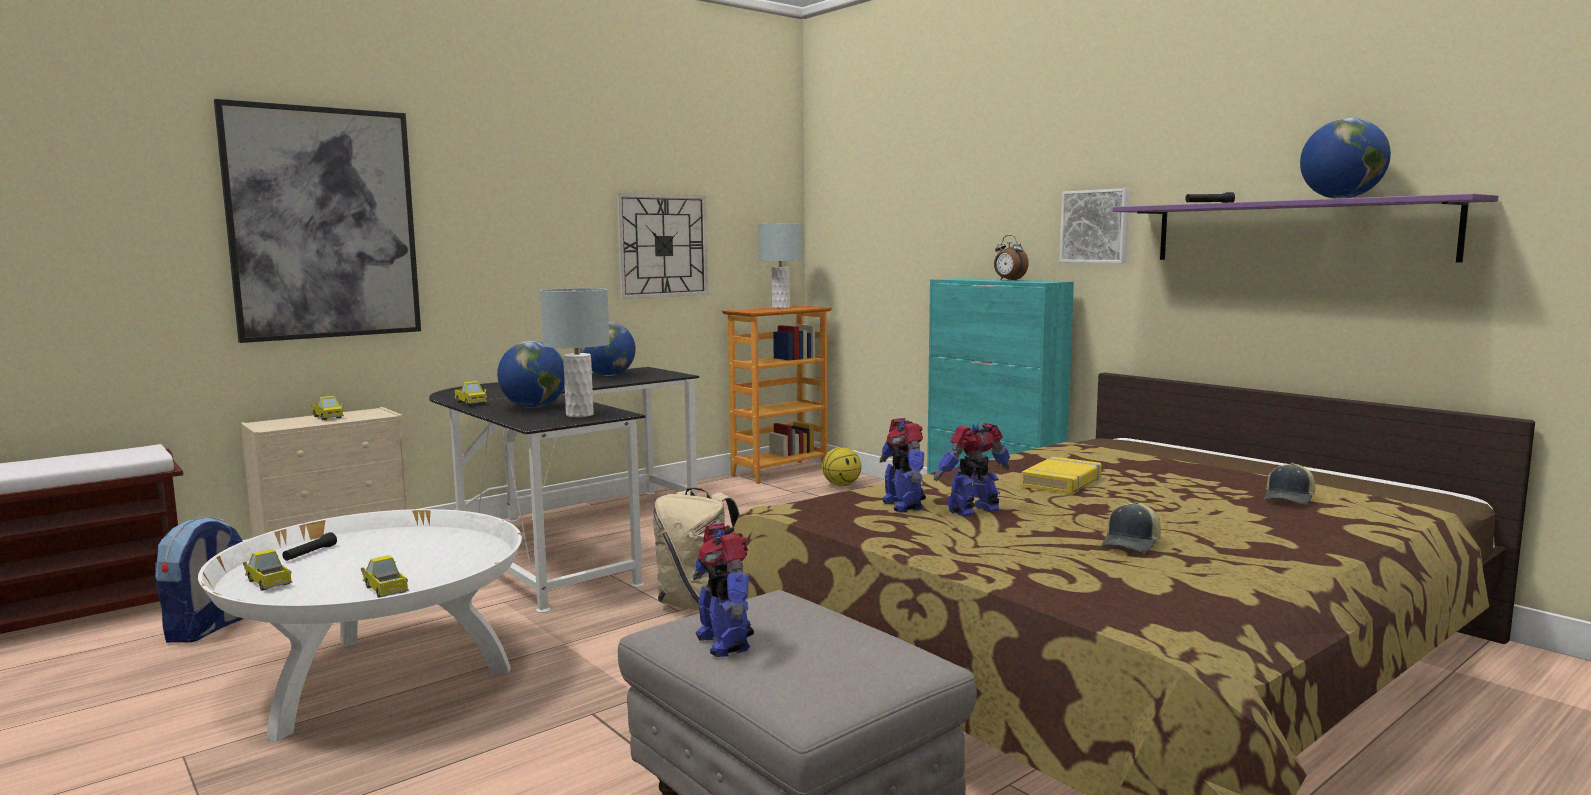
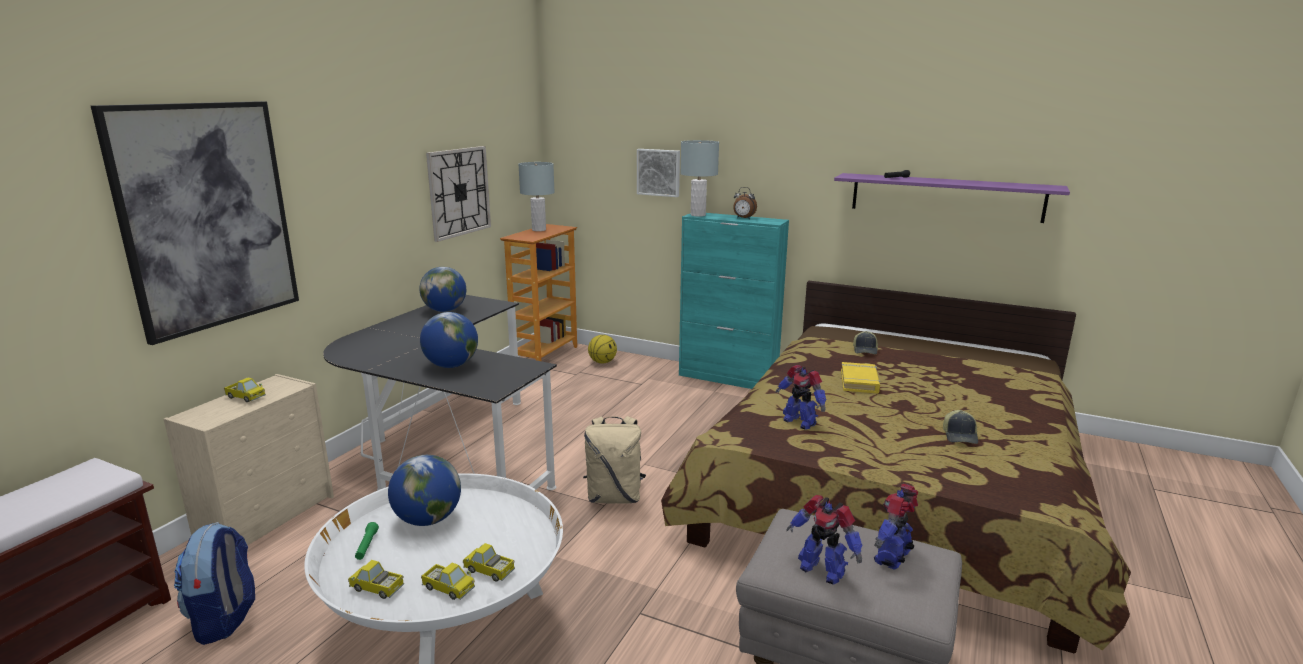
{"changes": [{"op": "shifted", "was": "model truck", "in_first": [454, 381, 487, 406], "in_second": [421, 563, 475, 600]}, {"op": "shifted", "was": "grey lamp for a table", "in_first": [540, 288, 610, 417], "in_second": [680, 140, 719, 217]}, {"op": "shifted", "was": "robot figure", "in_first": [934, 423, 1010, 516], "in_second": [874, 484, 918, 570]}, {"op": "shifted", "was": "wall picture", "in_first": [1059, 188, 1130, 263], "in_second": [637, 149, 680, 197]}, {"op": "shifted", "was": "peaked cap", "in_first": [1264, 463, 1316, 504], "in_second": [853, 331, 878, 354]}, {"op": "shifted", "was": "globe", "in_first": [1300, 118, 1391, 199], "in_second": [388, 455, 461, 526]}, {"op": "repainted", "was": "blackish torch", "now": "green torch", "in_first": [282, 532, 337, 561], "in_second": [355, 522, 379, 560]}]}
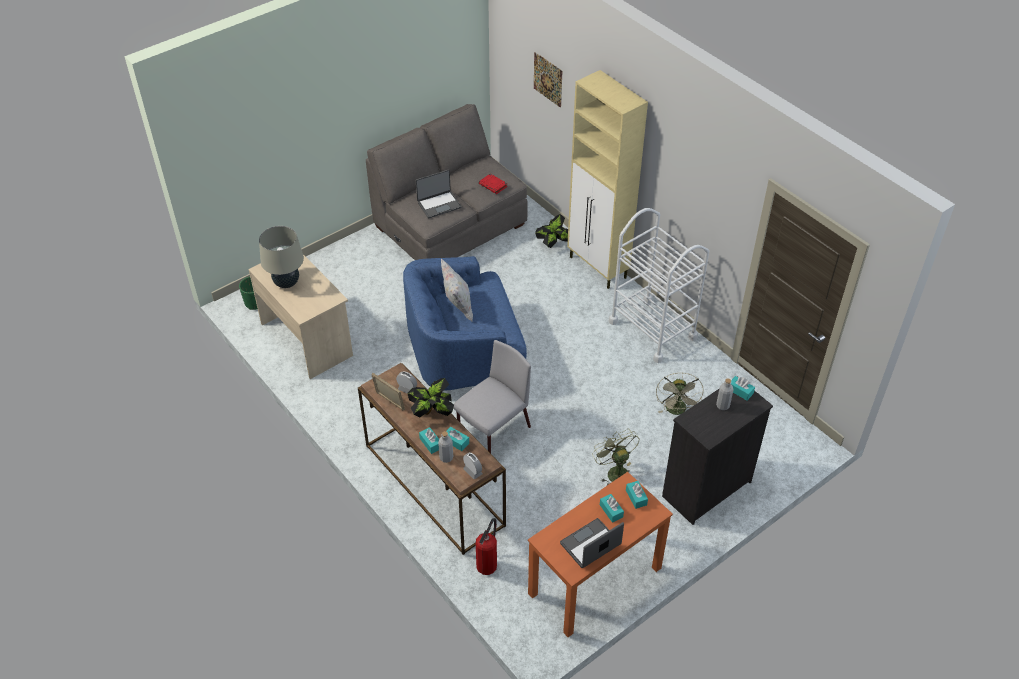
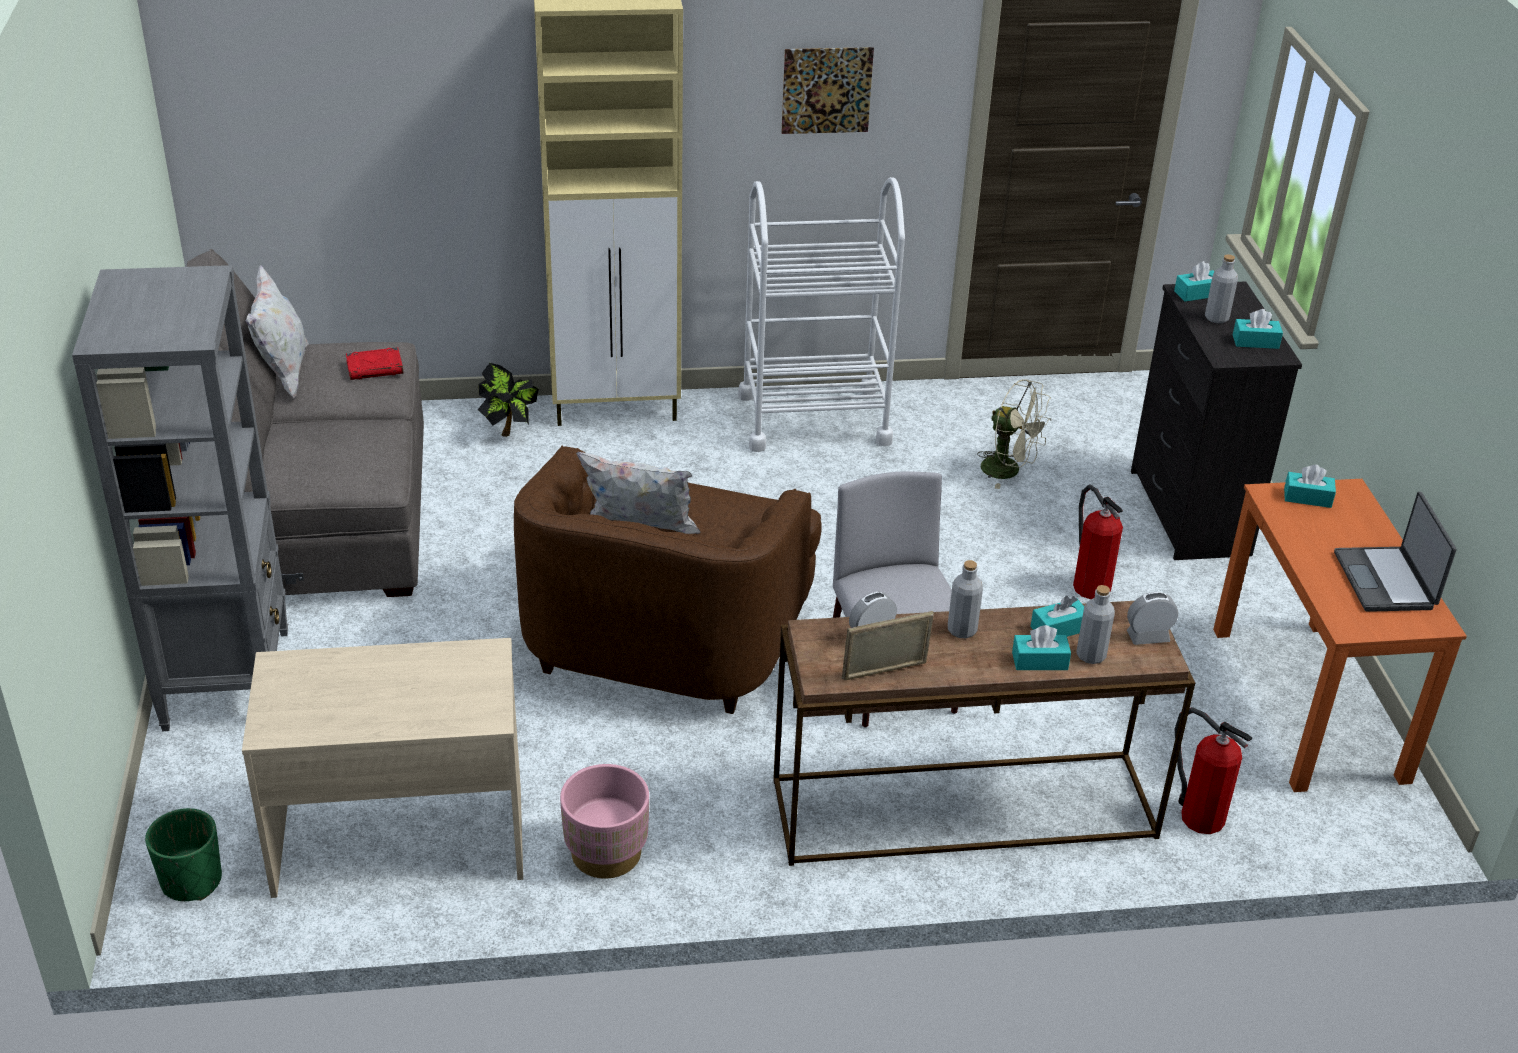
{"changes": [{"op": "gone", "was": "beige lamp for a table", "in_first": [259, 226, 304, 288]}, {"op": "gone", "was": "laptop", "in_first": [416, 170, 462, 218]}, {"op": "new", "now": "grey bookshelf", "in_second": [72, 265, 288, 731]}, {"op": "new", "now": "whitish cushion", "in_second": [246, 265, 309, 398]}, {"op": "new", "now": "pink flower pot", "in_second": [560, 764, 649, 879]}, {"op": "shifted", "was": "wall picture", "in_first": [534, 52, 562, 107], "in_second": [782, 47, 874, 134]}, {"op": "shifted", "was": "turquoise tissue box", "in_first": [600, 494, 624, 523], "in_second": [1233, 309, 1283, 349]}, {"op": "swapped", "was": "houseplant", "now": "grey drink bottle", "in_first": [407, 378, 454, 418], "in_second": [948, 560, 983, 638]}, {"op": "swapped", "was": "green cooling fan", "now": "extinguisher", "in_first": [592, 429, 639, 485], "in_second": [1073, 484, 1123, 599]}, {"op": "repainted", "was": "blue lounge chair", "now": "brown-coloured lounge chair", "in_first": [403, 256, 527, 391], "in_second": [514, 445, 821, 714]}]}
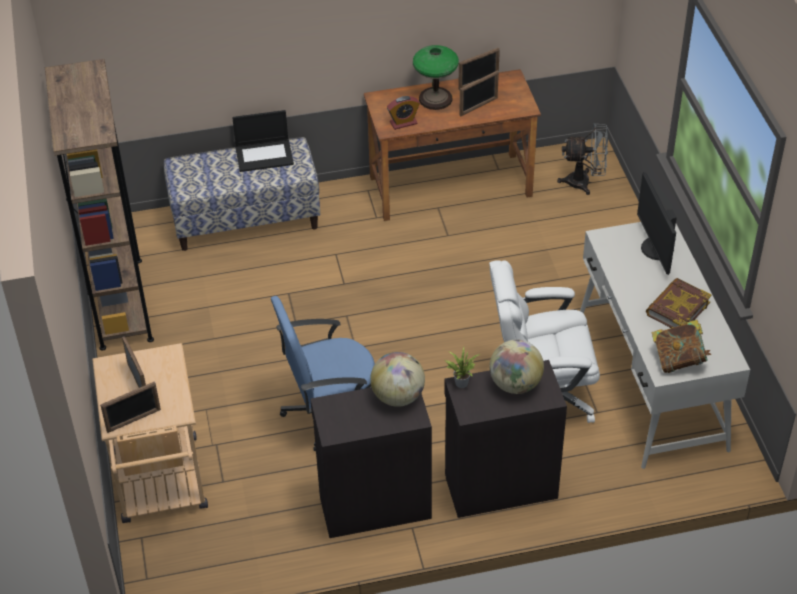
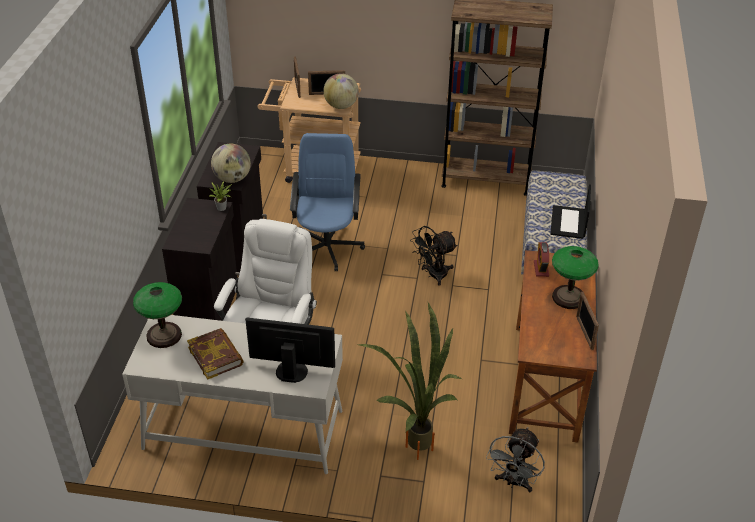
{"changes": [{"op": "gone", "was": "standing frame", "in_first": [459, 70, 499, 116]}, {"op": "new", "now": "houseplant", "in_second": [358, 303, 462, 460]}, {"op": "new", "now": "blackish cooling fan", "in_second": [410, 226, 458, 285]}, {"op": "shifted", "was": "globe", "in_first": [490, 340, 544, 394], "in_second": [323, 73, 359, 109]}, {"op": "swapped", "was": "bound book", "now": "lamp for a table", "in_first": [651, 320, 711, 373], "in_second": [133, 282, 182, 348]}]}
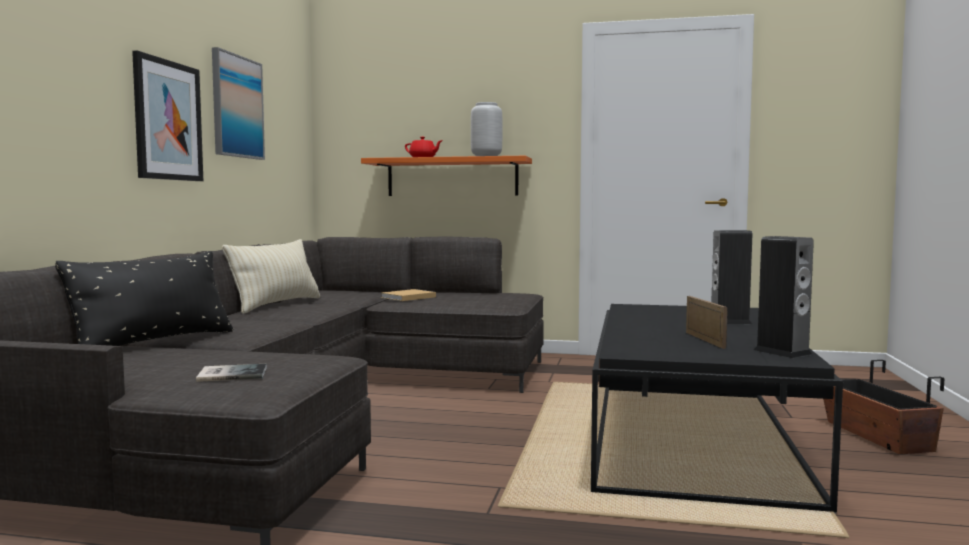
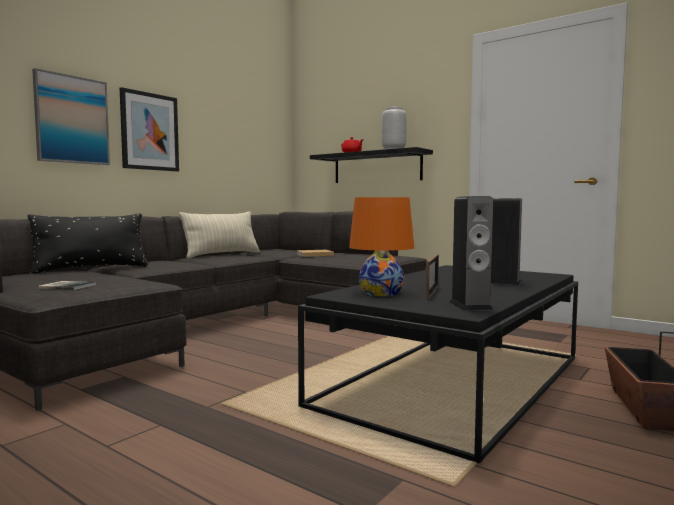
{"changes": [{"op": "new", "now": "orangey lamp for a table", "in_second": [349, 197, 414, 296]}, {"op": "shifted", "was": "wall picture", "in_first": [212, 47, 265, 160], "in_second": [32, 68, 110, 165]}, {"op": "repainted", "was": "orangey wall shelf", "now": "blackish wall shelf", "in_first": [361, 156, 532, 196], "in_second": [310, 147, 433, 183]}]}
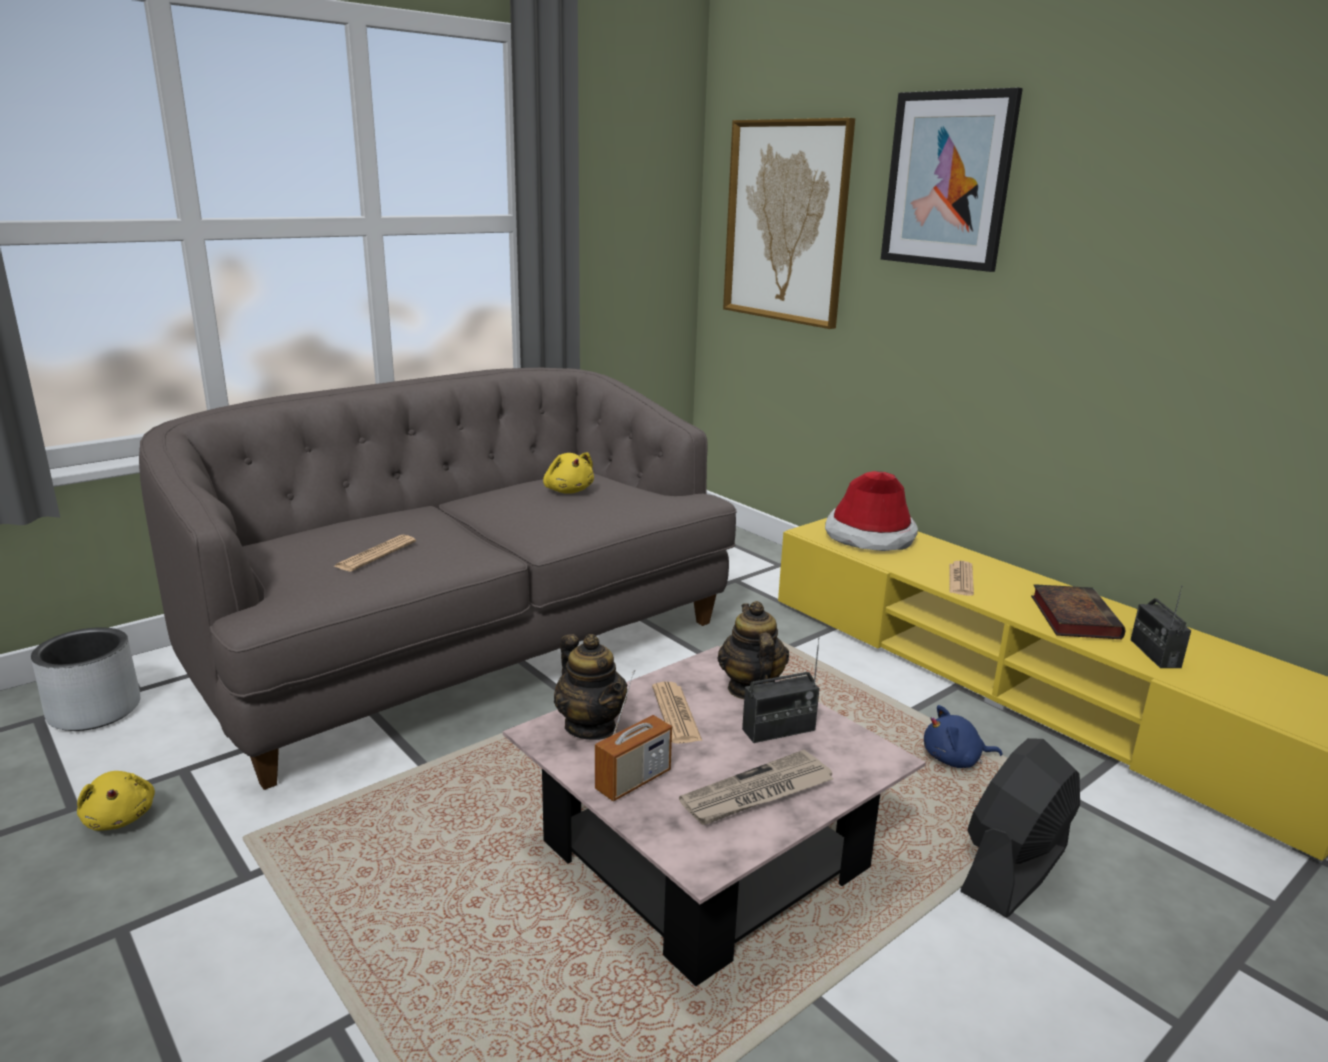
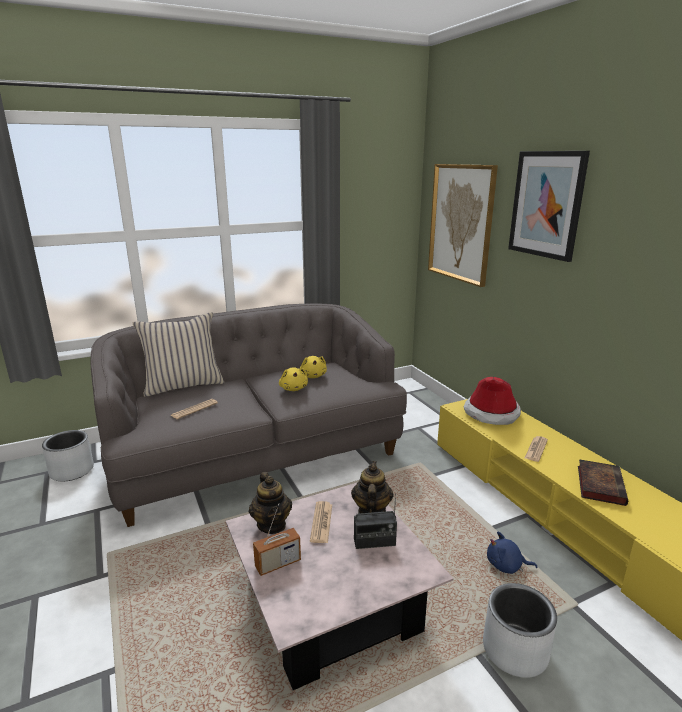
{"changes": [{"op": "gone", "was": "daily paper", "in_first": [679, 750, 833, 825]}, {"op": "gone", "was": "radio set", "in_first": [1131, 585, 1191, 668]}, {"op": "new", "now": "beige cushion", "in_second": [133, 312, 224, 397]}, {"op": "shifted", "was": "yellow plush toy", "in_first": [77, 771, 155, 831], "in_second": [279, 367, 308, 391]}, {"op": "swapped", "was": "blackish cooling fan", "now": "grey flower pot", "in_first": [960, 738, 1080, 918], "in_second": [483, 583, 557, 678]}]}
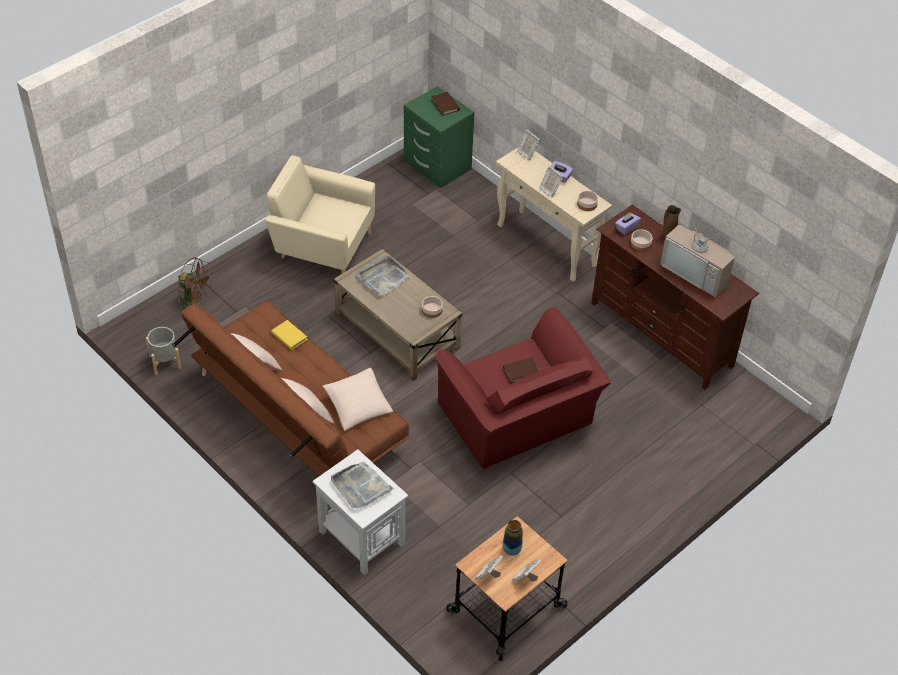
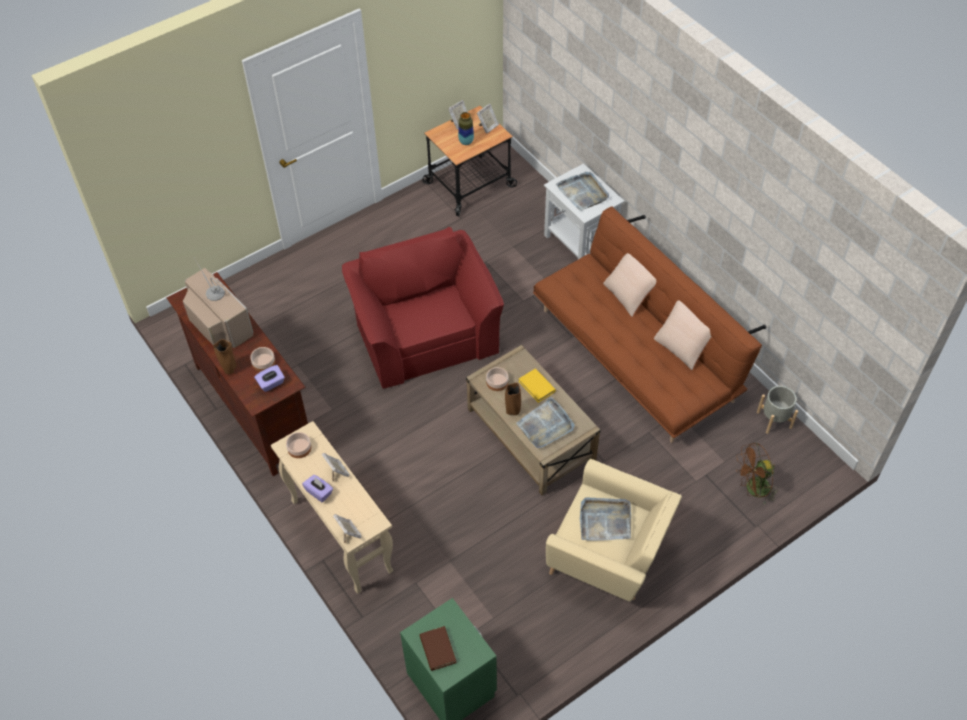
{"changes": [{"op": "gone", "was": "beige cushion", "in_first": [323, 368, 393, 431]}, {"op": "gone", "was": "brown-coloured bound book", "in_first": [503, 357, 540, 384]}, {"op": "new", "now": "brown-coloured decorative vase", "in_second": [505, 383, 521, 415]}, {"op": "new", "now": "grey serving tray", "in_second": [580, 498, 631, 541]}, {"op": "shifted", "was": "yellow bound book", "in_first": [271, 320, 307, 350], "in_second": [518, 368, 556, 403]}, {"op": "rotated", "was": "brown-coloured cooling fan", "in_first": [177, 257, 212, 310], "in_second": [736, 443, 779, 506], "clockwise": -45}]}
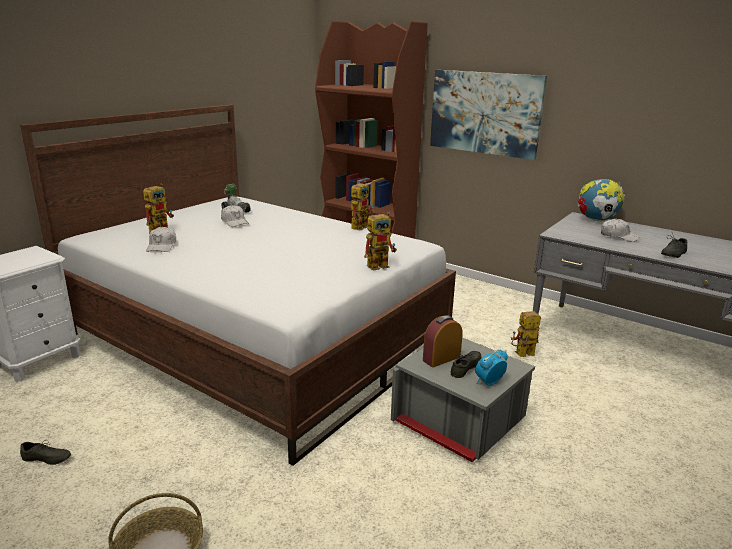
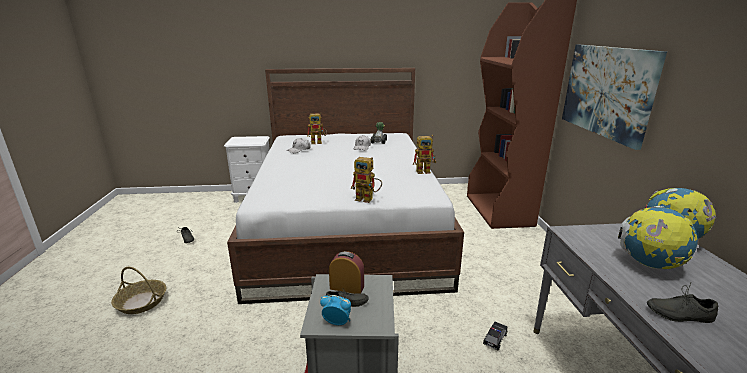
{"changes": [{"op": "swapped", "was": "robot figure", "now": "model car", "in_first": [511, 311, 541, 357], "in_second": [483, 322, 507, 351]}, {"op": "swapped", "was": "whitish peaked cap", "now": "globe", "in_first": [601, 219, 640, 242], "in_second": [618, 206, 698, 269]}]}
